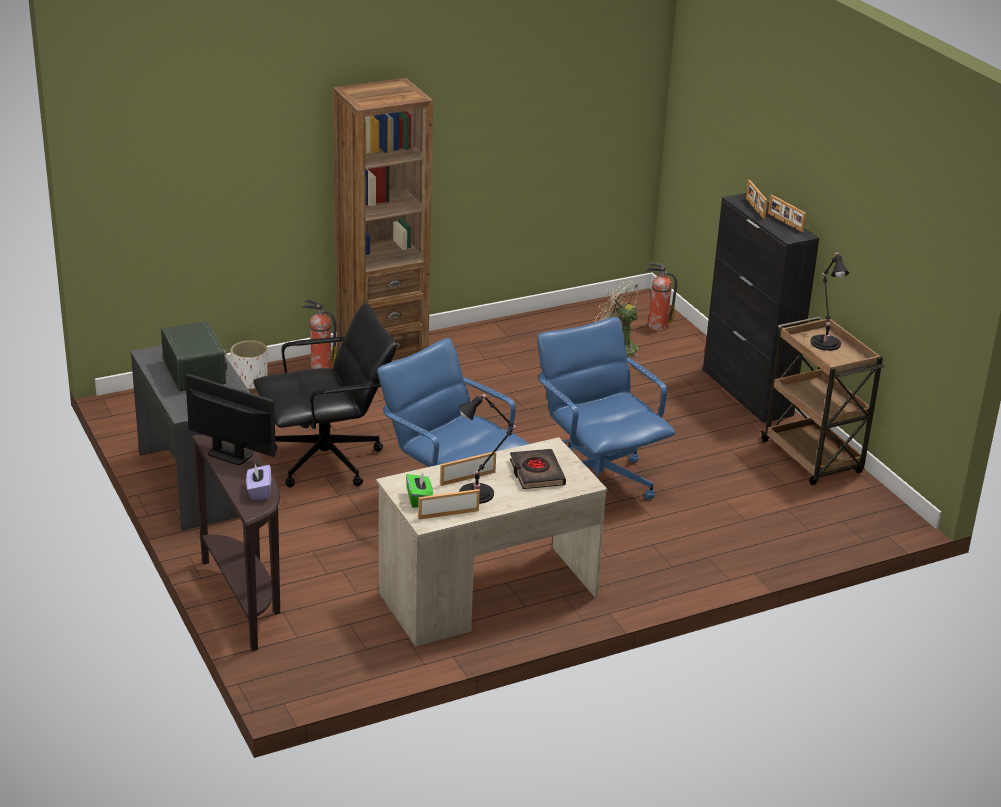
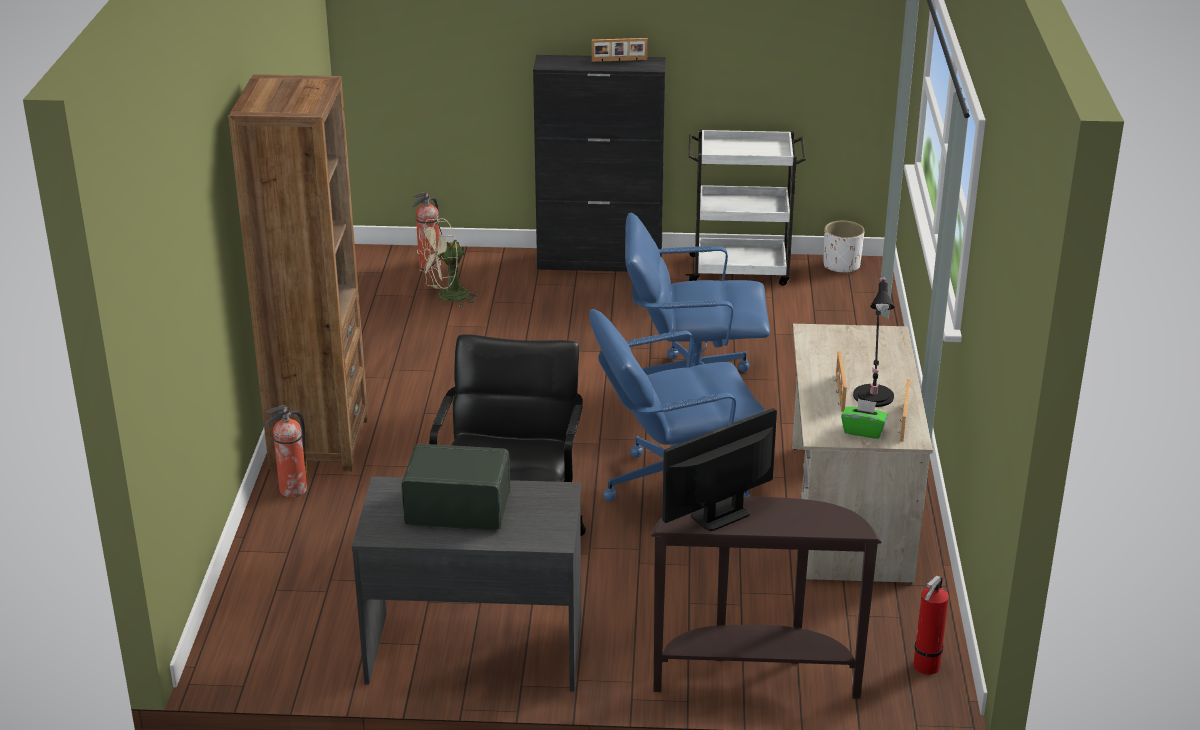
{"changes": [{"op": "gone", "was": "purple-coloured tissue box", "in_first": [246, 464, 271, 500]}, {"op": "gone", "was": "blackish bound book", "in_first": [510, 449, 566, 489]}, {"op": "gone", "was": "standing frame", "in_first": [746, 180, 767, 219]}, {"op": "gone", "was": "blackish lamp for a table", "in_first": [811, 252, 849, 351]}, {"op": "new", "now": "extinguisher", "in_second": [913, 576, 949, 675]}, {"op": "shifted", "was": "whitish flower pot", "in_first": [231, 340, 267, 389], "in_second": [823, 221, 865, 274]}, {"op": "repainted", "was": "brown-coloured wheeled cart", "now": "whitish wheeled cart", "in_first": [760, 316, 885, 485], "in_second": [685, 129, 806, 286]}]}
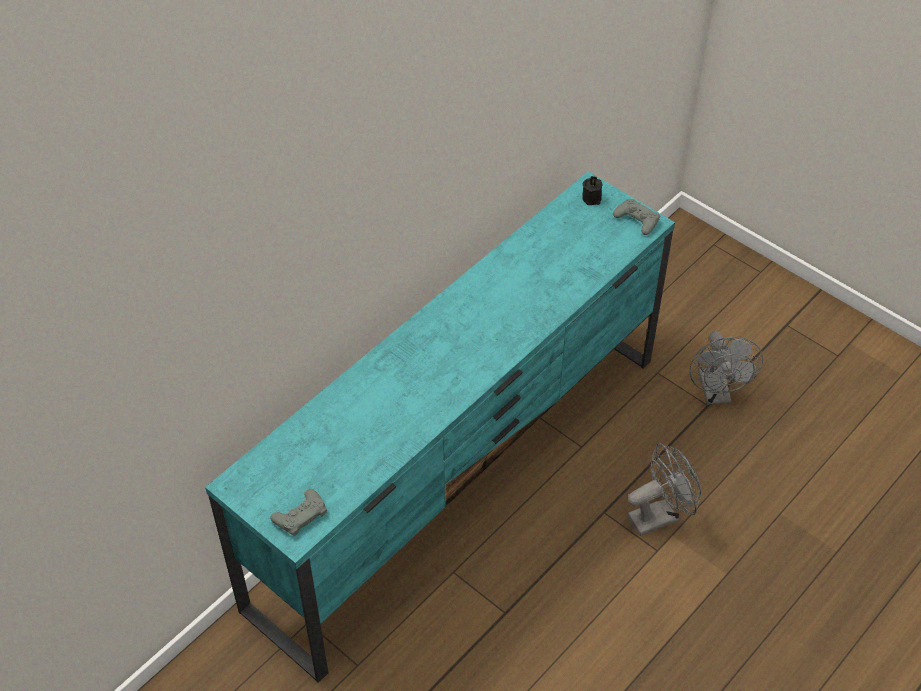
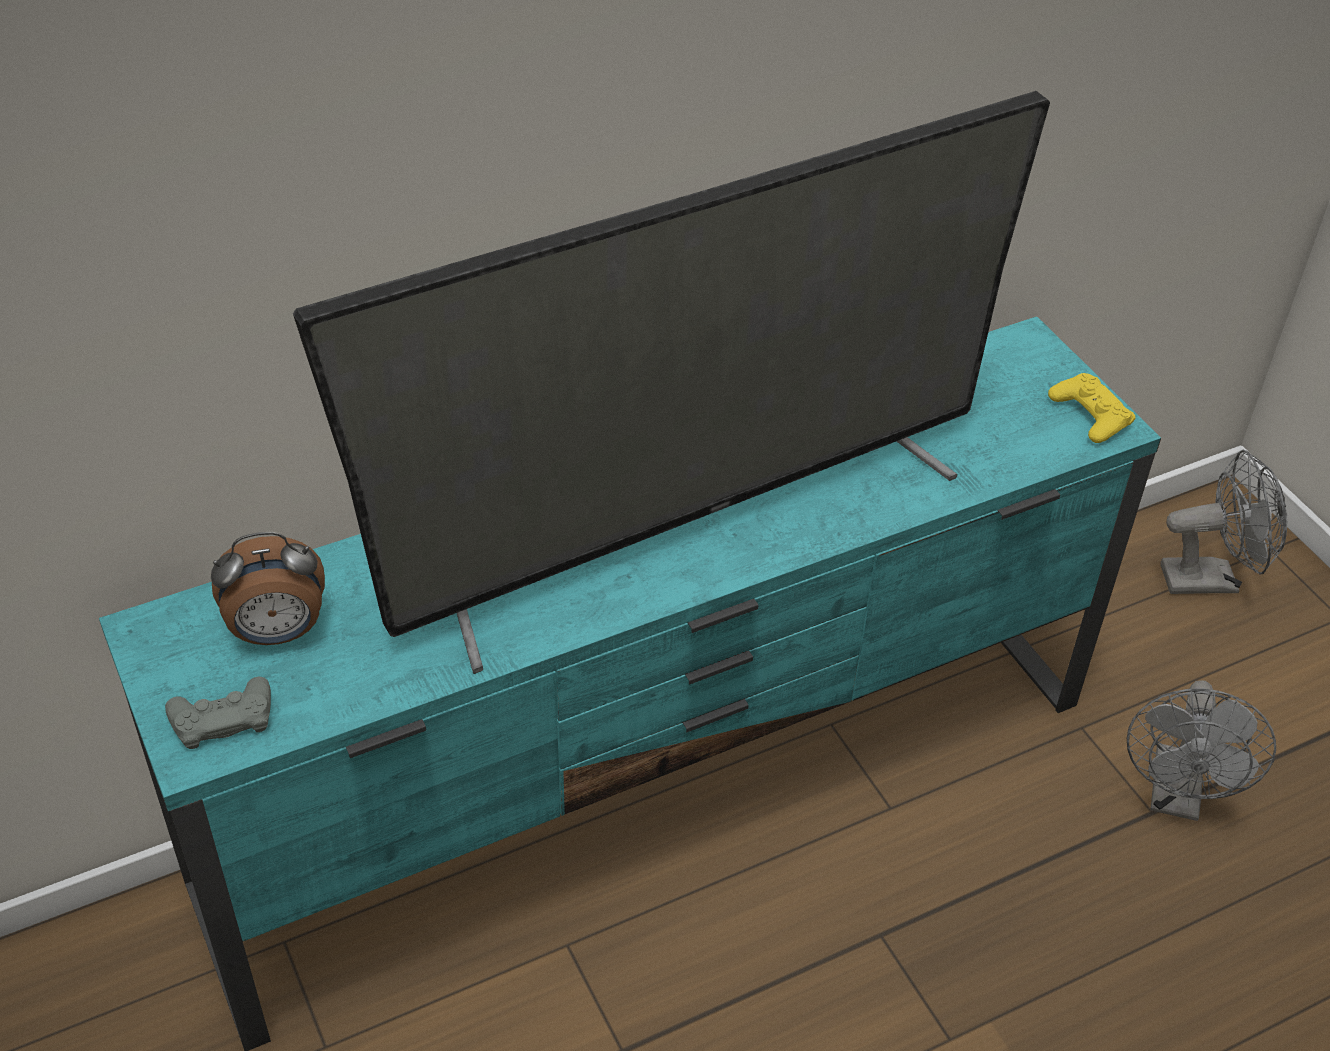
{"changes": [{"op": "gone", "was": "blackish wax candle", "in_first": [582, 176, 602, 205]}, {"op": "new", "now": "bedside clock", "in_second": [211, 532, 325, 645]}, {"op": "new", "now": "TV", "in_second": [293, 91, 1050, 674]}, {"op": "shifted", "was": "grey cooling fan", "in_first": [628, 443, 701, 536], "in_second": [1160, 450, 1288, 594]}, {"op": "repainted", "was": "grey gamepad", "now": "yellow gamepad", "in_first": [613, 199, 661, 235], "in_second": [1048, 373, 1136, 443]}]}
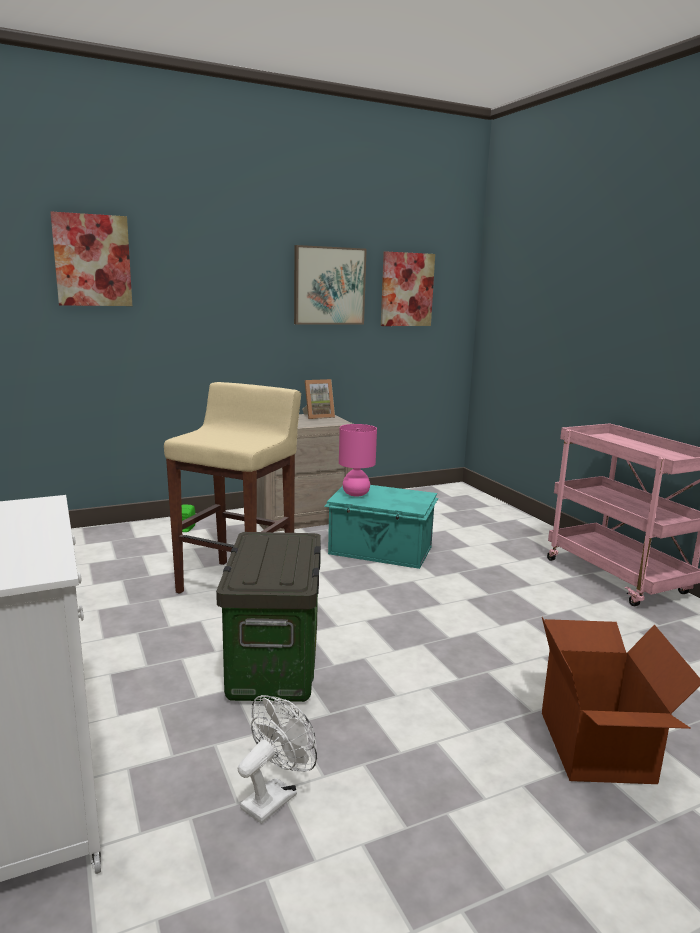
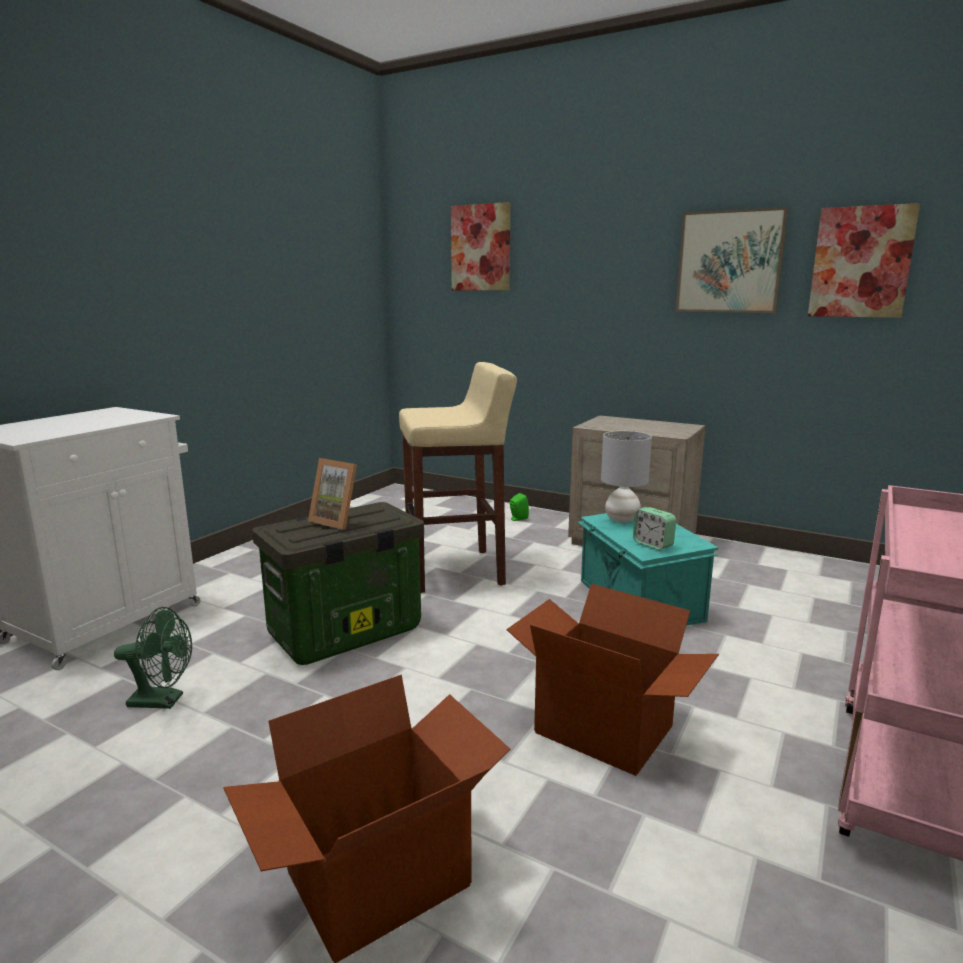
{"changes": [{"op": "new", "now": "carton", "in_second": [506, 584, 719, 776]}, {"op": "new", "now": "bedside clock", "in_second": [633, 507, 676, 550]}, {"op": "shifted", "was": "standing frame", "in_first": [302, 379, 335, 419], "in_second": [308, 458, 357, 530]}, {"op": "repainted", "was": "whitish cooling fan", "now": "green cooling fan", "in_first": [238, 695, 317, 824], "in_second": [114, 607, 192, 709]}, {"op": "repainted", "was": "pink lamp for a table", "now": "grey lamp for a table", "in_first": [339, 424, 377, 497], "in_second": [601, 431, 652, 522]}]}
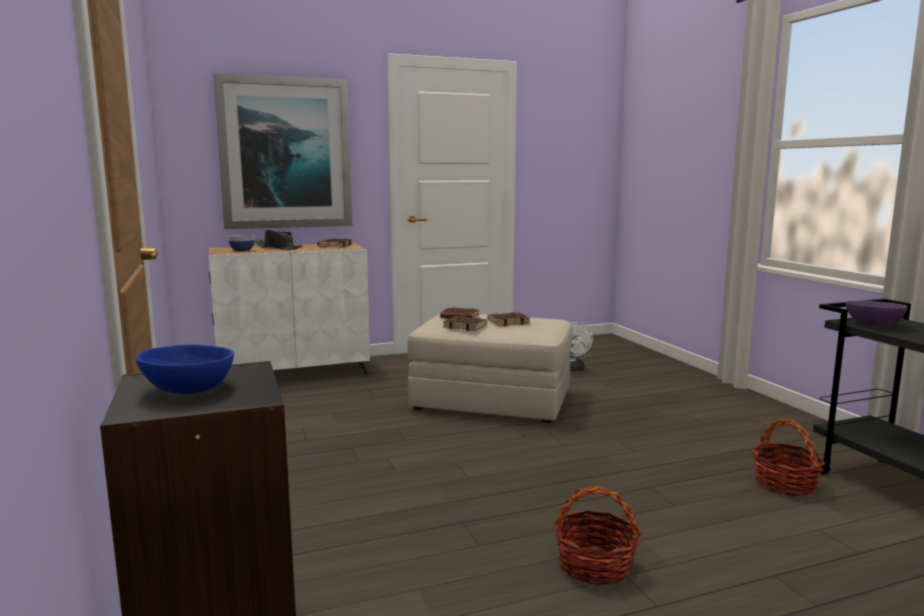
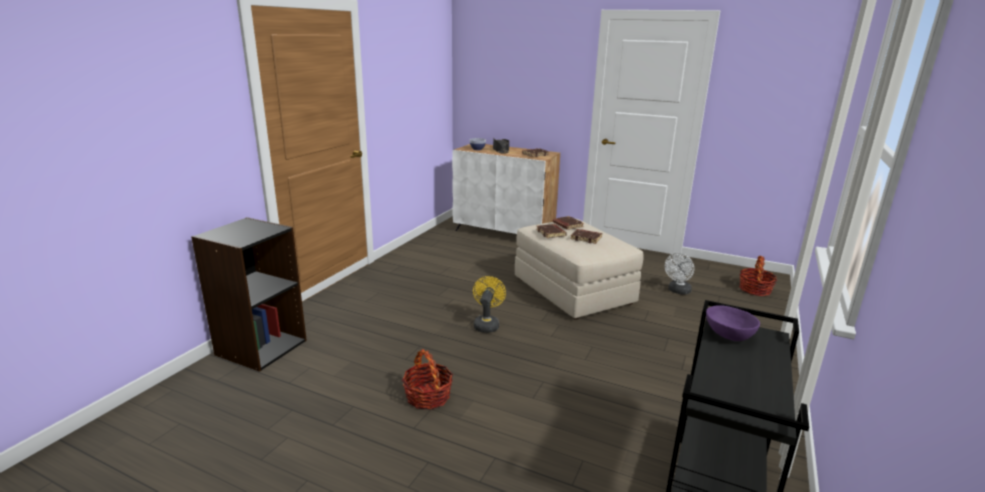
{"changes": [{"op": "gone", "was": "blue serving bowl", "in_first": [135, 345, 234, 394]}, {"op": "gone", "was": "wall picture", "in_first": [213, 73, 352, 229]}, {"op": "new", "now": "yellow cooling fan", "in_second": [473, 276, 506, 333]}, {"op": "shifted", "was": "basket", "in_first": [752, 419, 825, 496], "in_second": [739, 256, 777, 296]}]}
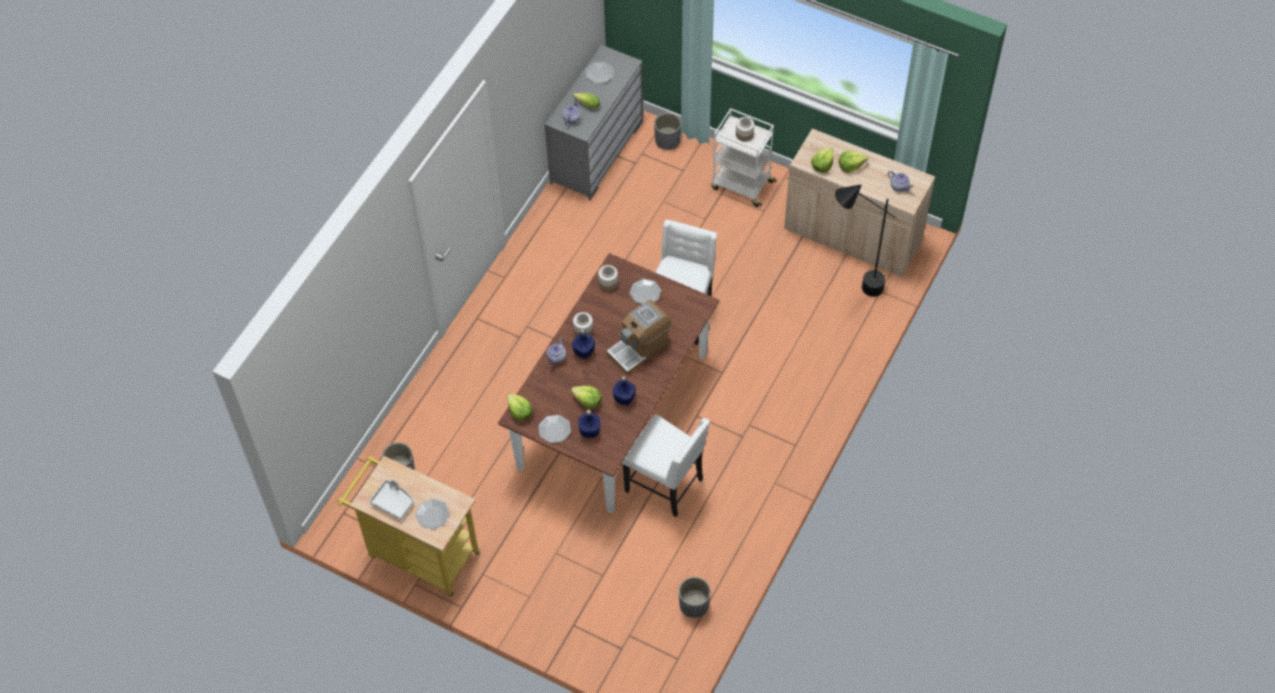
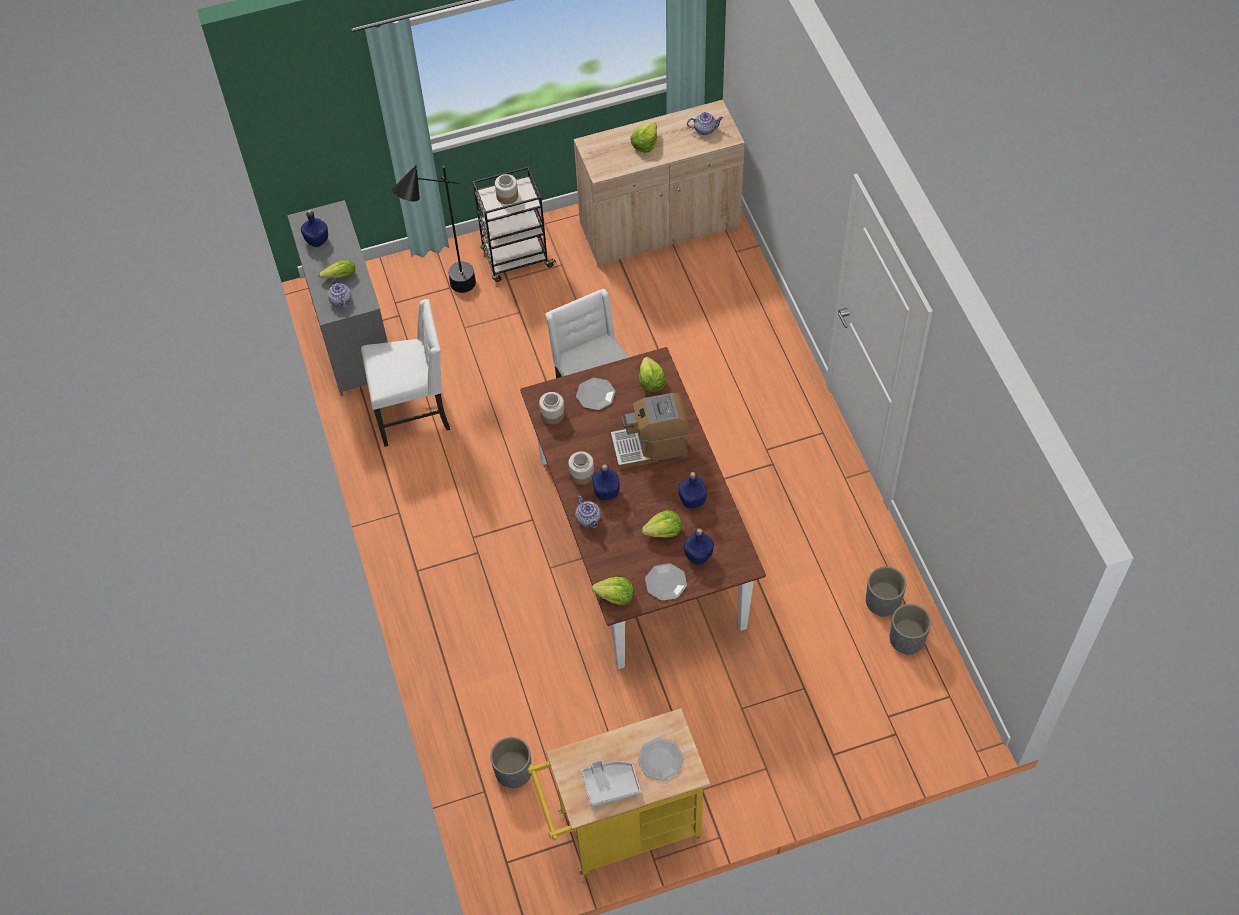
{"changes": [{"op": "shifted", "was": "whitish chair", "in_first": [622, 414, 710, 517], "in_second": [361, 299, 450, 447]}, {"op": "shifted", "was": "grey flower pot", "in_first": [654, 113, 681, 150], "in_second": [866, 566, 906, 617]}, {"op": "shifted", "was": "head of lettuce", "in_first": [811, 147, 833, 173], "in_second": [639, 357, 666, 392]}, {"op": "shifted", "was": "blackish standing lamp", "in_first": [835, 184, 896, 297], "in_second": [392, 165, 476, 293]}, {"op": "swapped", "was": "plate", "now": "blue drink bottle", "in_first": [586, 62, 614, 83], "in_second": [301, 209, 328, 247]}, {"op": "repainted", "was": "whitish wheeled cart", "now": "blackish wheeled cart", "in_first": [711, 108, 777, 207], "in_second": [473, 166, 556, 282]}, {"op": "rotated", "was": "coffee brewer", "in_first": [606, 300, 671, 375], "in_second": [610, 393, 690, 469], "clockwise": 75}]}
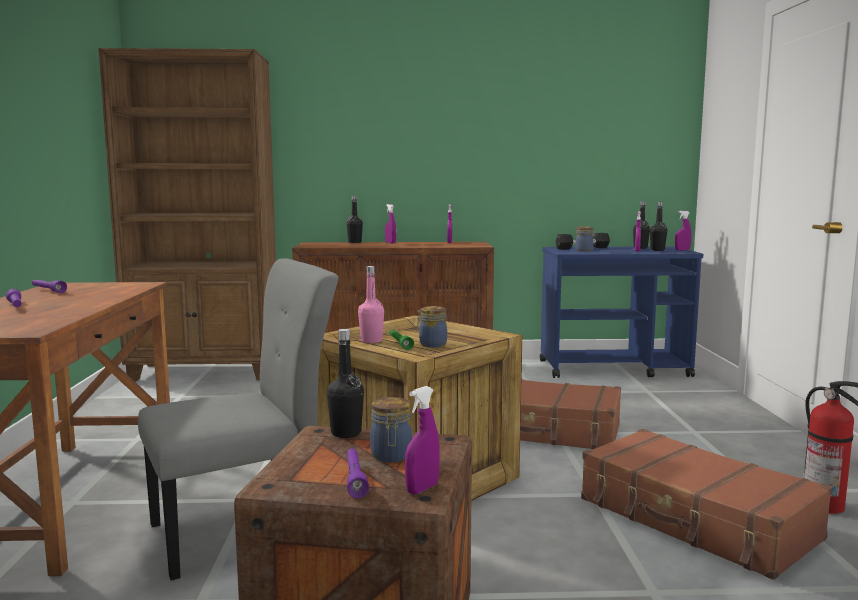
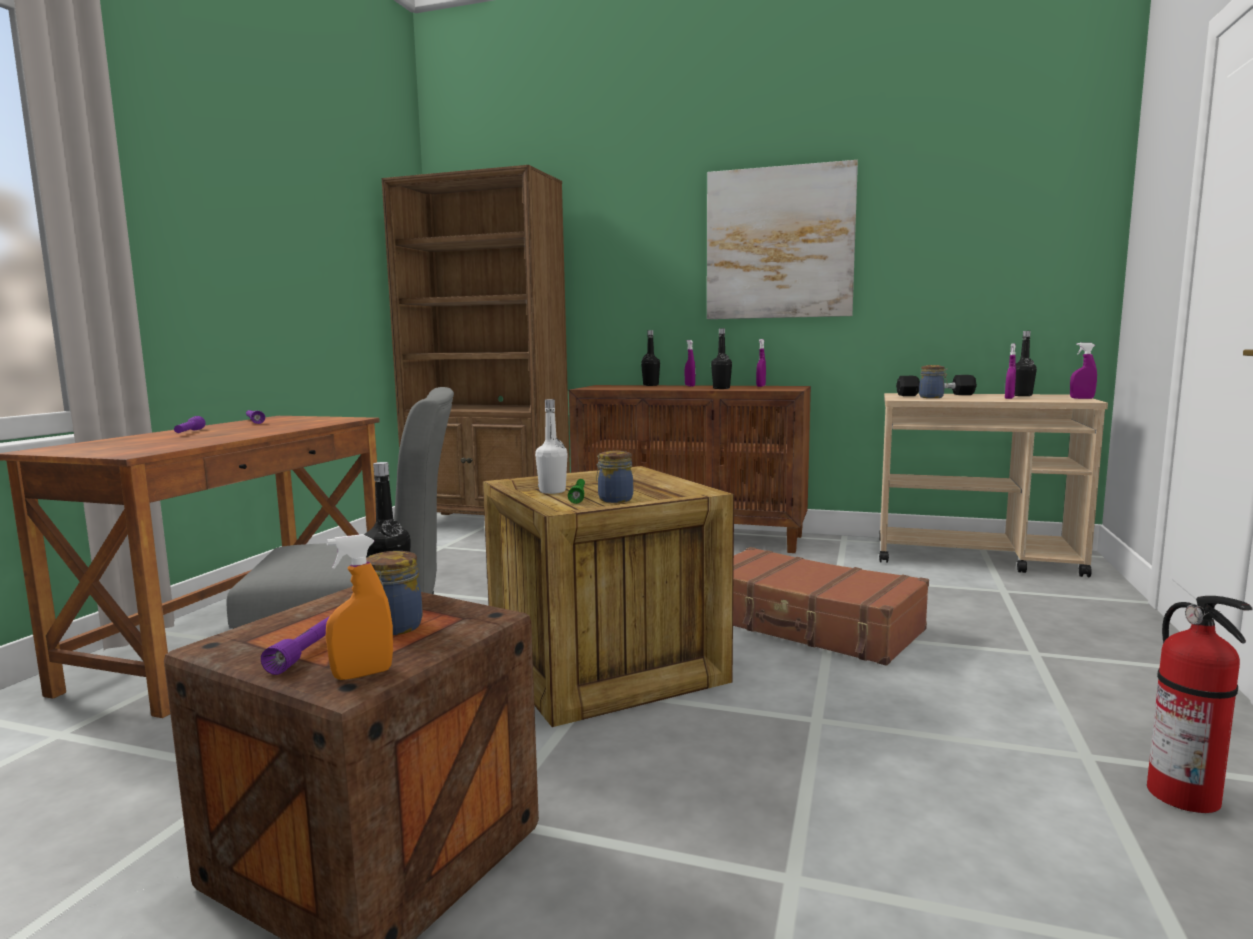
{"changes": [{"op": "gone", "was": "brown-coloured travel case", "in_first": [581, 429, 832, 580]}, {"op": "new", "now": "wall picture", "in_second": [707, 160, 858, 319]}, {"op": "shifted", "was": "blackish drink bottle", "in_first": [650, 202, 667, 251], "in_second": [711, 328, 732, 389]}, {"op": "repainted", "was": "pink drink bottle", "now": "whitish drink bottle", "in_first": [358, 266, 384, 343], "in_second": [535, 399, 568, 494]}, {"op": "repainted", "was": "purple-coloured hand sprayer", "now": "orangey hand sprayer", "in_first": [405, 386, 440, 494], "in_second": [326, 534, 393, 680]}, {"op": "repainted", "was": "blue wheeled cart", "now": "beige wheeled cart", "in_first": [540, 246, 703, 378], "in_second": [879, 393, 1108, 577]}]}
